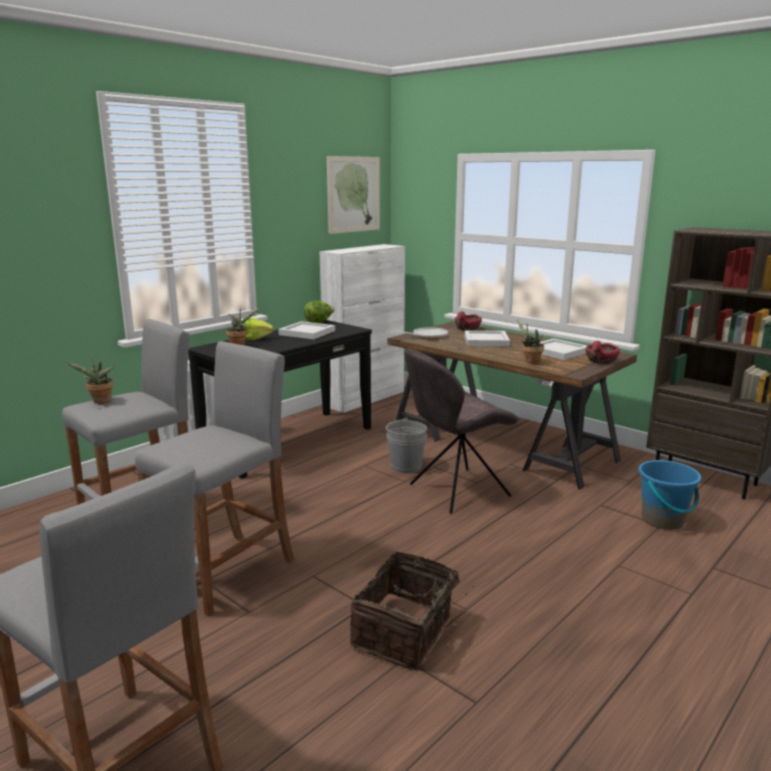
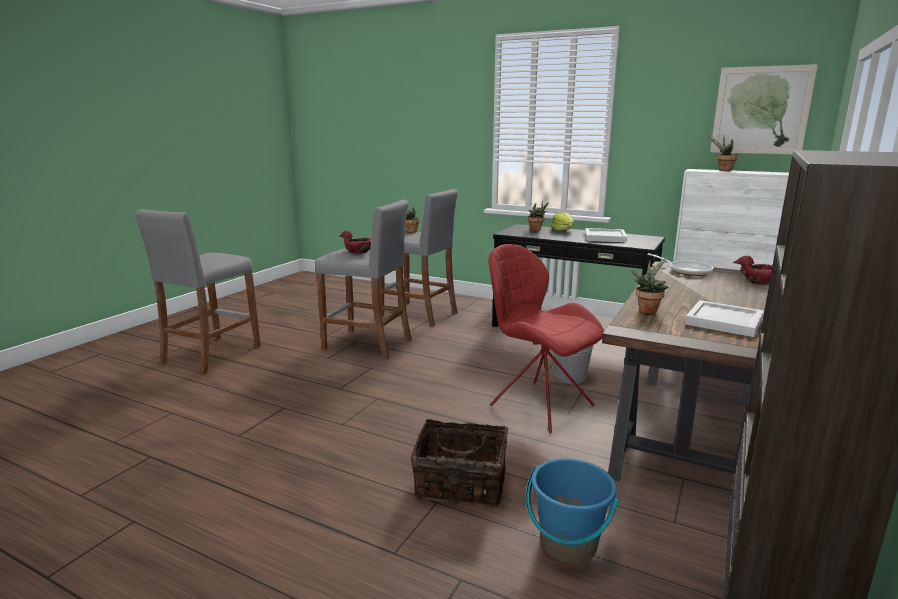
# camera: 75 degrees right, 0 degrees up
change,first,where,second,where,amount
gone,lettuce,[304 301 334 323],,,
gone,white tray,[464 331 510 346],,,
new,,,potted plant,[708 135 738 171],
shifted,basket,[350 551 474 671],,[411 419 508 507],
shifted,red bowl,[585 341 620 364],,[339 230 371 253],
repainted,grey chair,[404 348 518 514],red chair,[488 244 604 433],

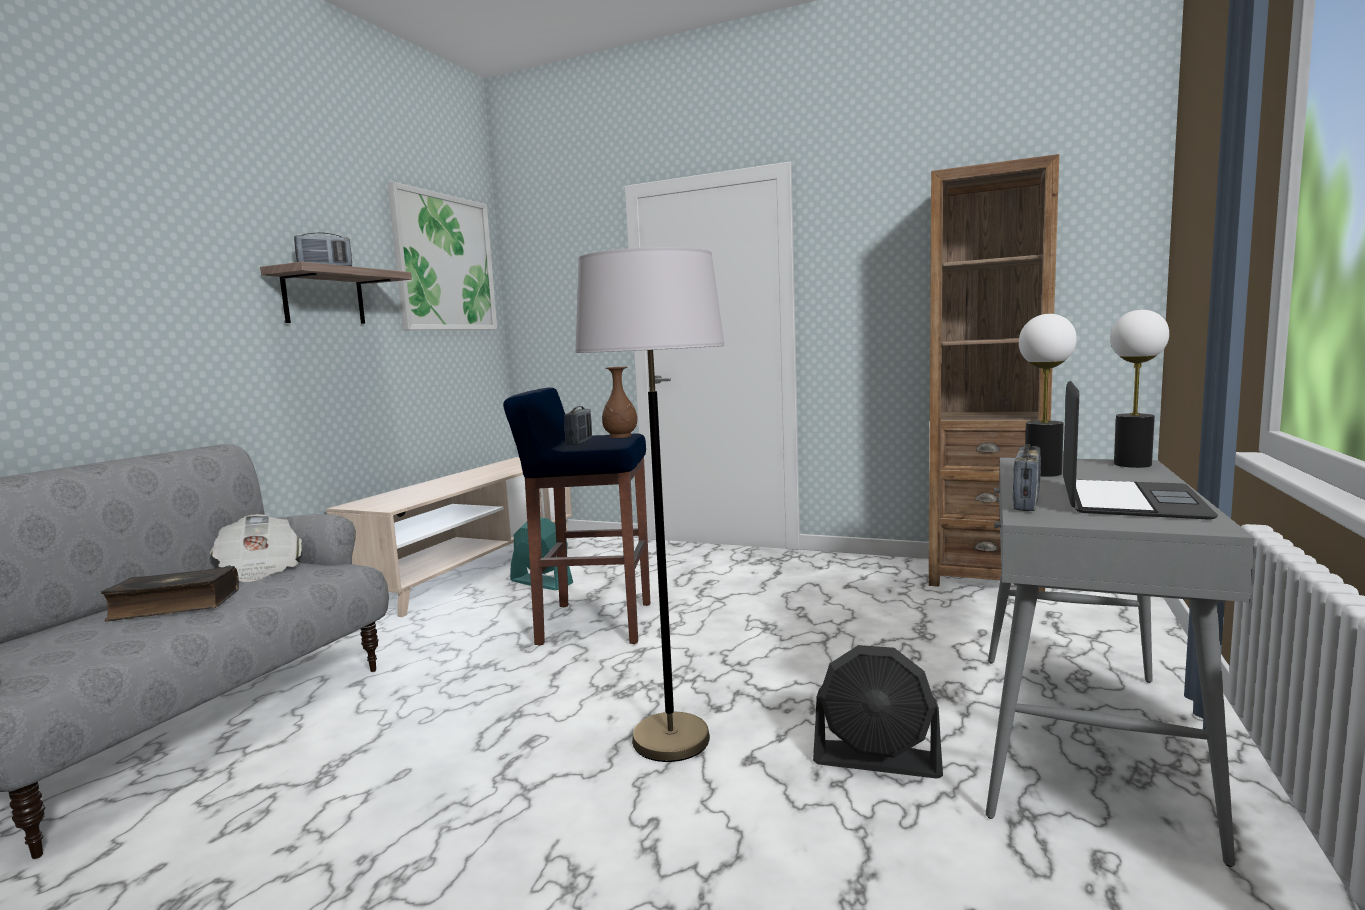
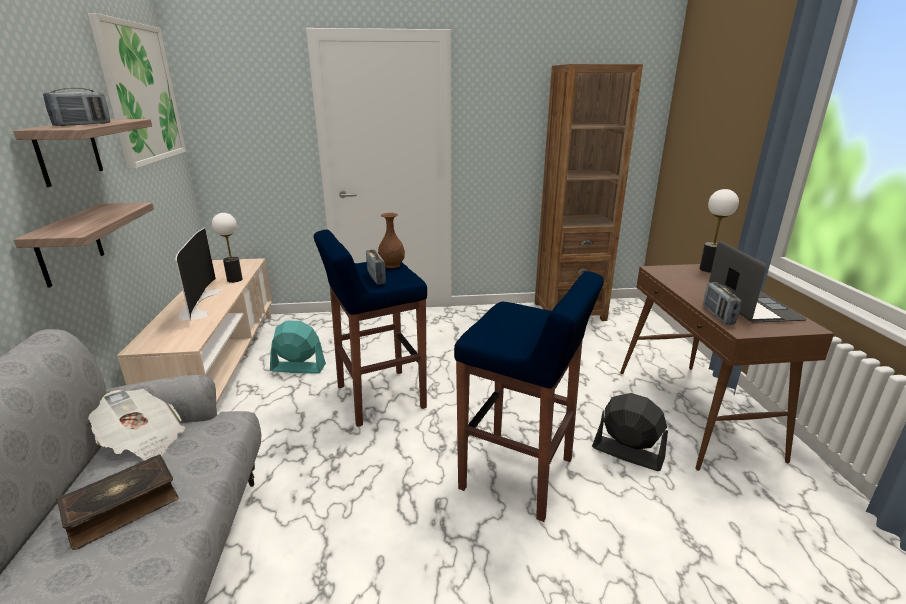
# camera: 30 degrees left, 15 degrees up
change,first,where,second,where,amount
new,,,shelf,[14 202 154 288],
new,,,television,[176 228 222 321],
shifted,table lamp,[1019 314 1077 477],,[212 213 243 283],
swapped,grey floor lamp,[575 247 725 762],blue stool,[454 271 604 522],
repainted,grey console table,[986 457 1255 867],brown console table,[620 264 835 471],
rotated,black fan,[813 645 943 778],,[592 393 668 471],135 degrees counterclockwise

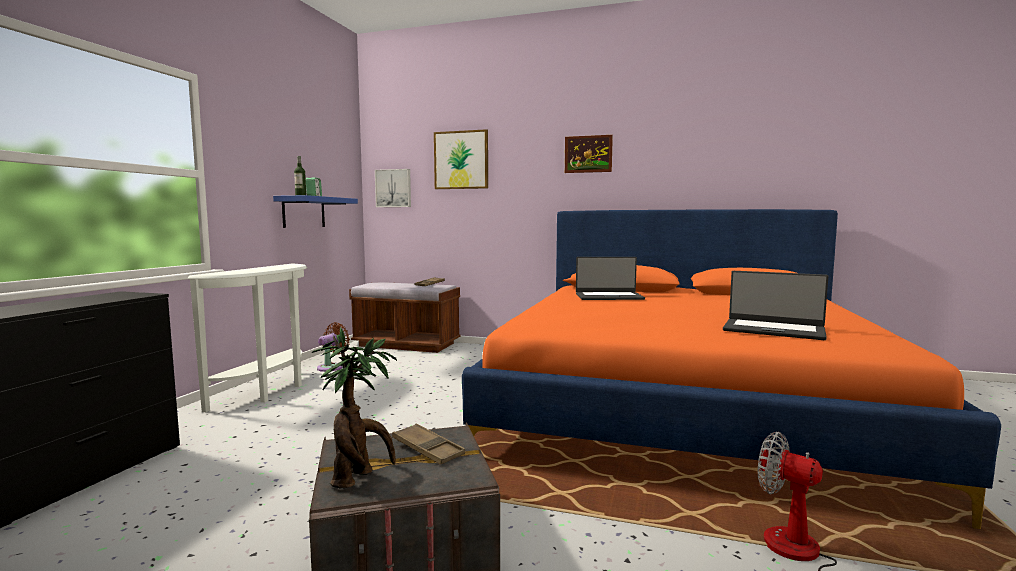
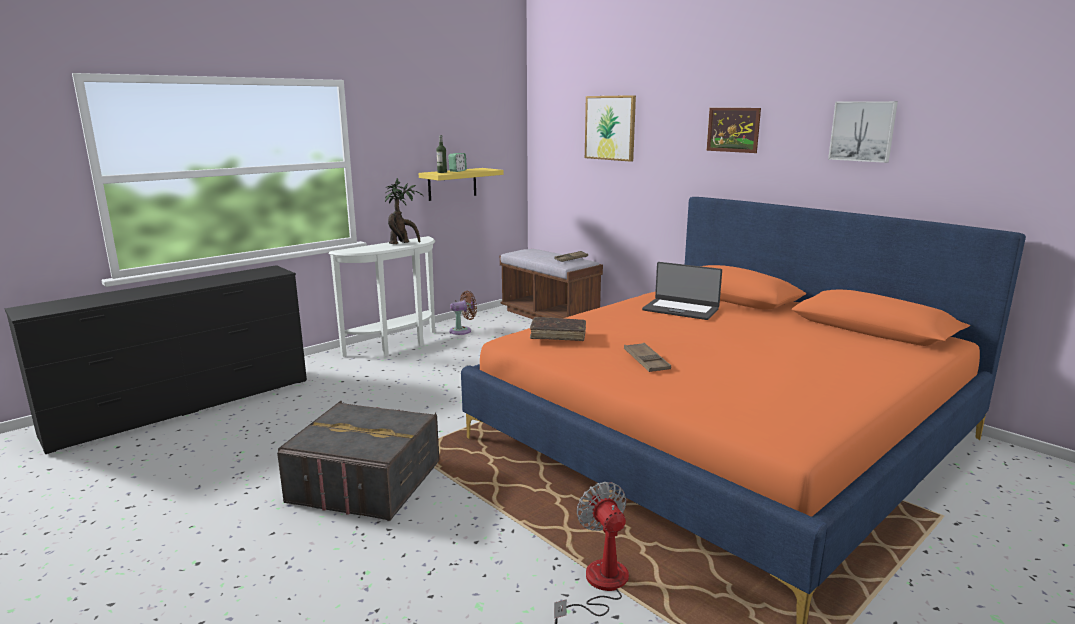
# camera: 30 degrees right, 10 degrees up
change,first,where,second,where,amount
gone,laptop,[723 271 828 340],,,
new,,,brown book,[530 317 586 341],
shifted,potted plant,[312 327 397 488],,[385 178 423 244],
shifted,picture,[375 169 411 207],,[828 101 898 163],
shifted,brown tray,[392 423 465 465],,[624 343 671 372],
repainted,blue shelf,[273 195 358 228],yellow shelf,[419 168 503 201],

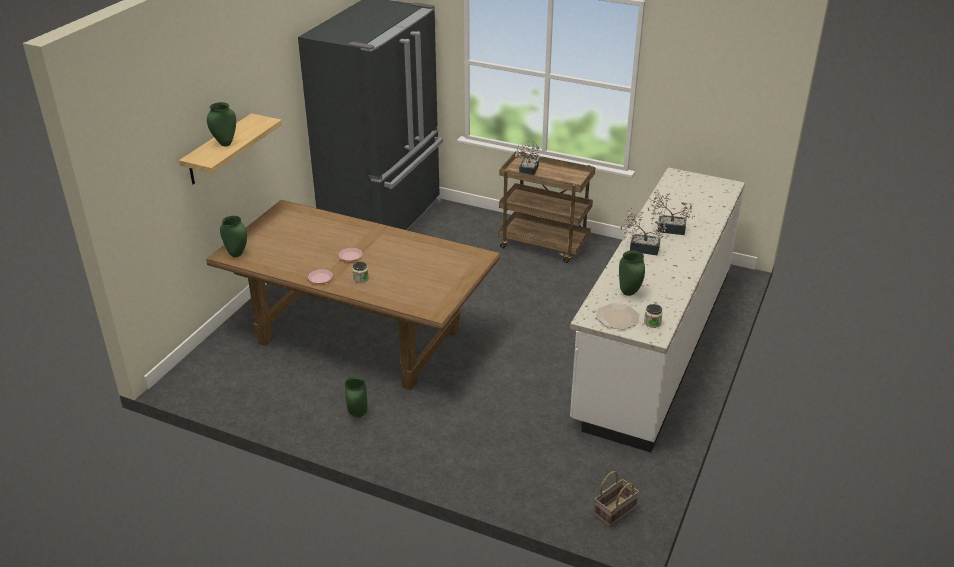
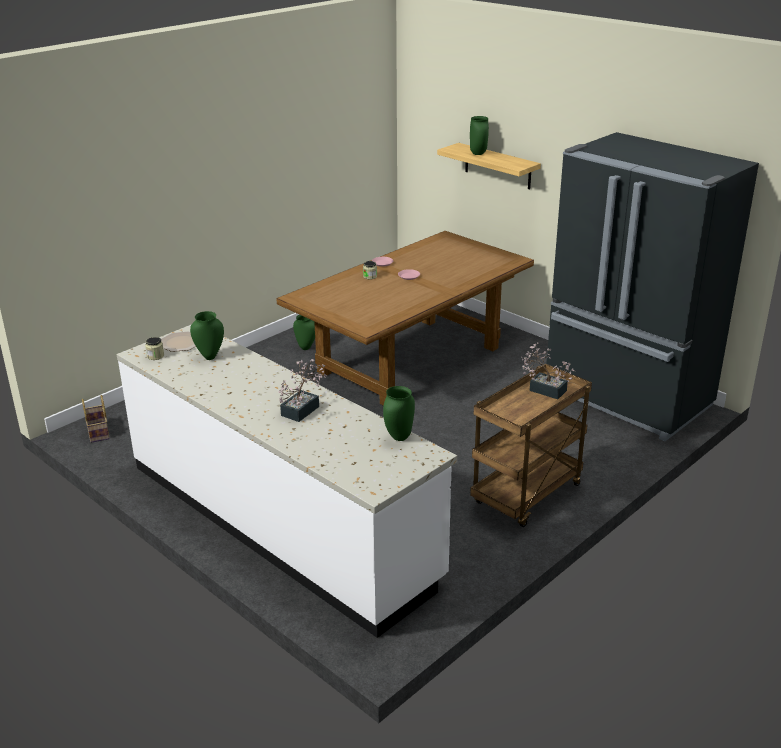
# camera: 110 degrees right, 5 degrees down
change,first,where,second,where,amount
gone,potted plant,[620 208 669 255],,,
shifted,green vase,[220 216 247 257],,[383 386 415 441],

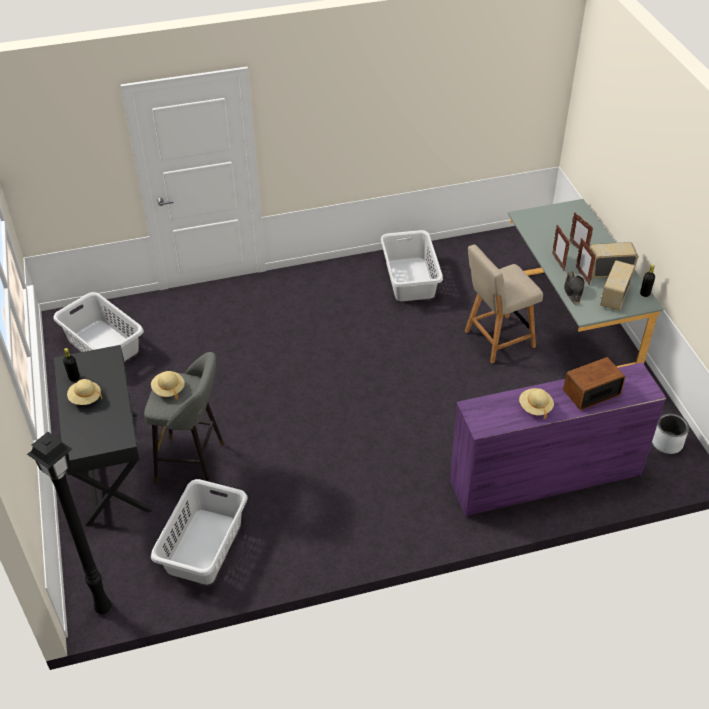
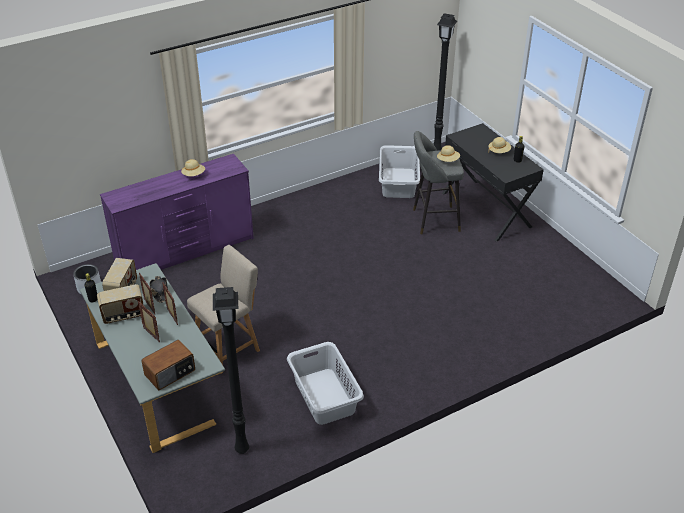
# camera: 165 degrees right, 5 degrees down
change,first,where,second,where,amount
gone,grey laundry basket,[53 292 144 361],,,
new,,,black floor lamp,[213 287 249 454],
shifted,radio,[563 357 625 410],,[141 340 195 391],

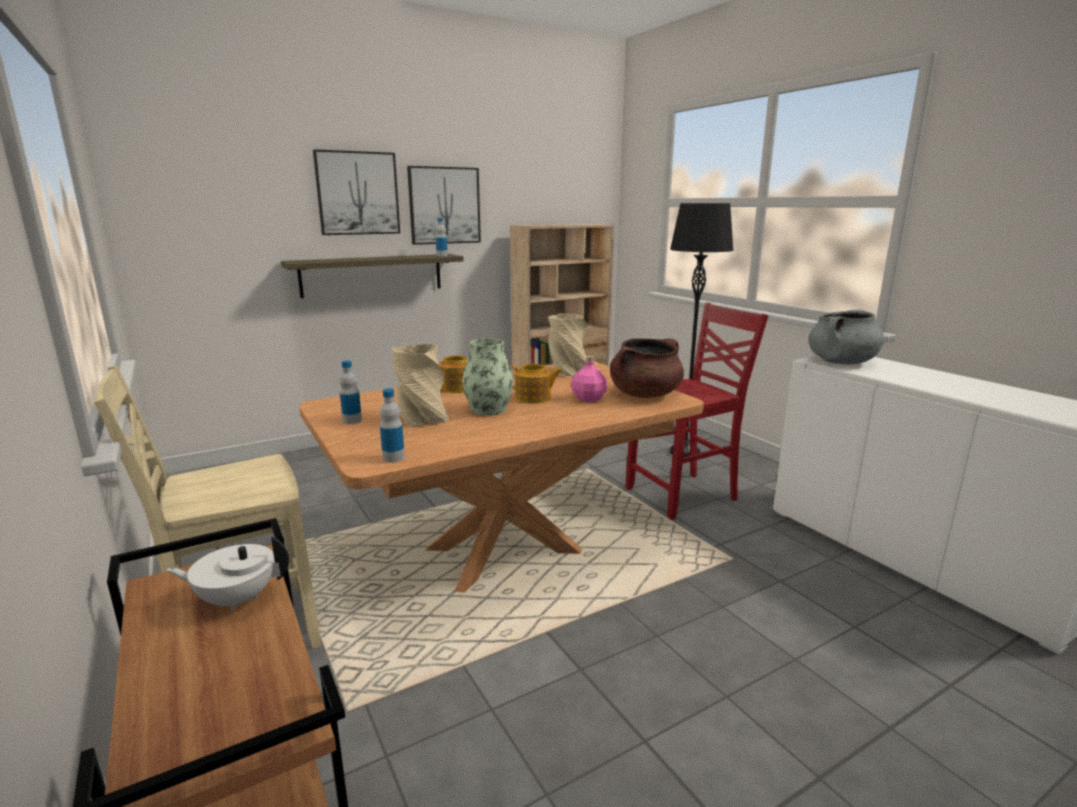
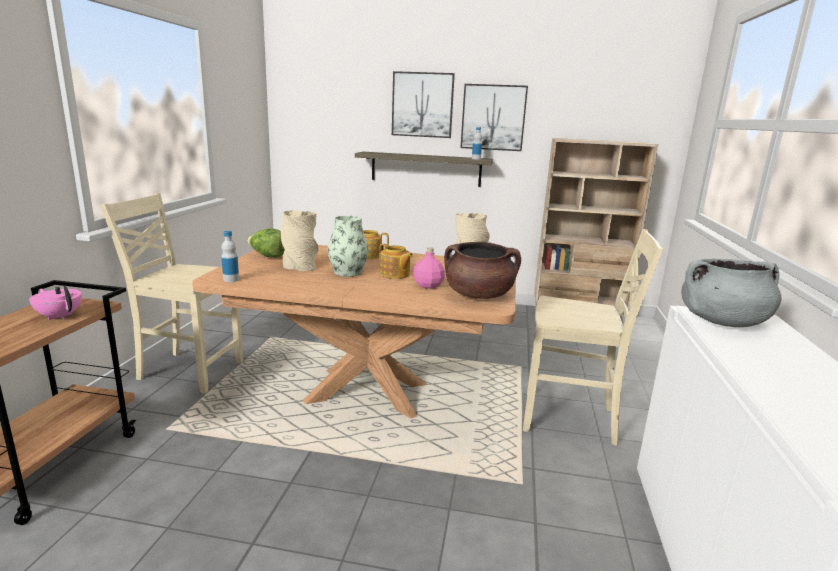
# camera: 40 degrees right, 0 degrees up
change,first,where,second,where,amount
gone,black floor lamp,[670 203 733 457],,,
swapped,bottle,[339 360 362 424],lettuce,[247 228 285 258],
repainted,white teapot,[166 536 289 611],pink teapot,[29 285 82 320],
repainted,red chair,[626 303 769 520],beige chair,[523 229 663 446],

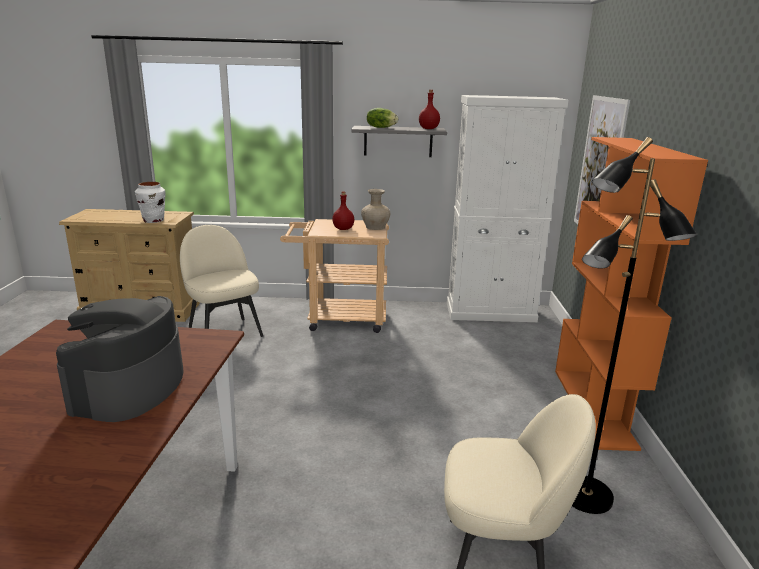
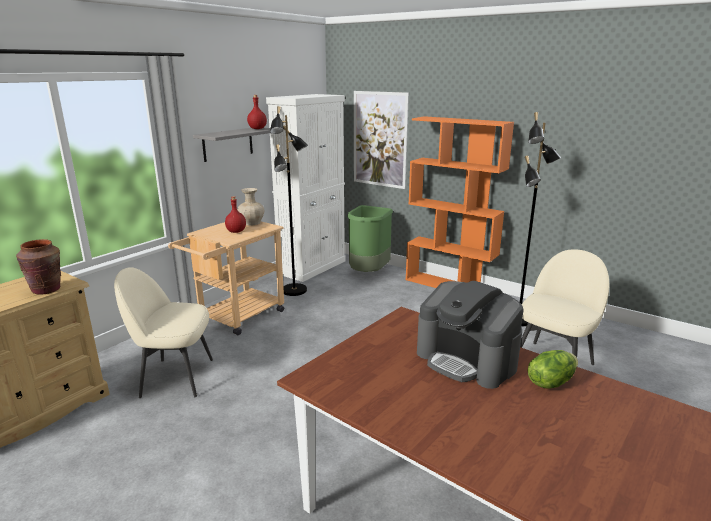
# camera: 55 degrees left, 0 degrees up
change,first,where,second,where,amount
new,,,black floor lamp,[270 106 308 296],
new,,,green trash can,[348 205 393 272],
shifted,lettuce,[367 108 398 128],,[528 350 578 389],
repainted,white vase,[135 182 165 223],brown vase,[16 239 61 295],

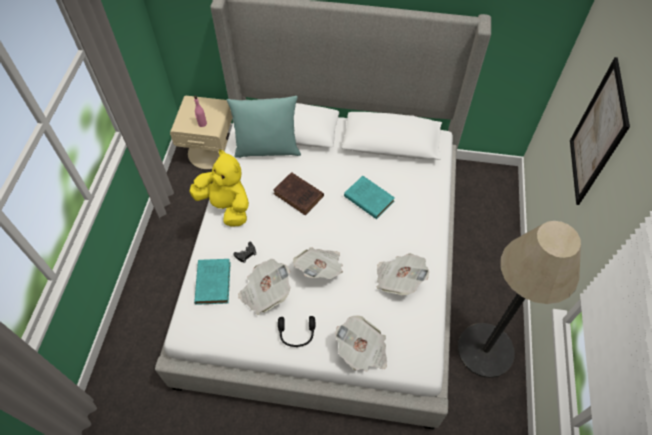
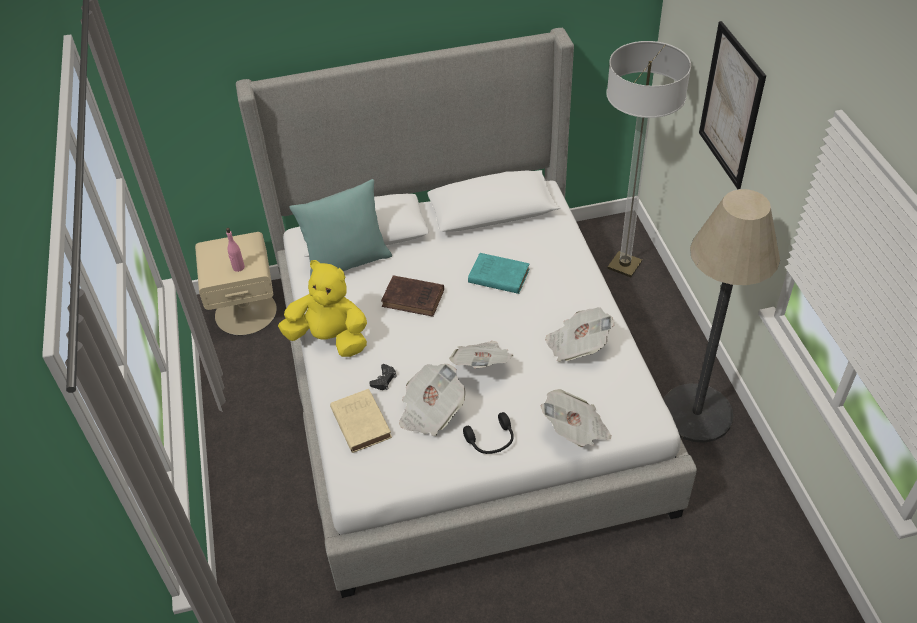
# camera: 20 degrees left, 10 degrees down
change,first,where,second,where,amount
new,,,floor lamp,[606 41 691 277],
repainted,turquoise book,[194 259 231 305],beige book,[330 389 392 453],

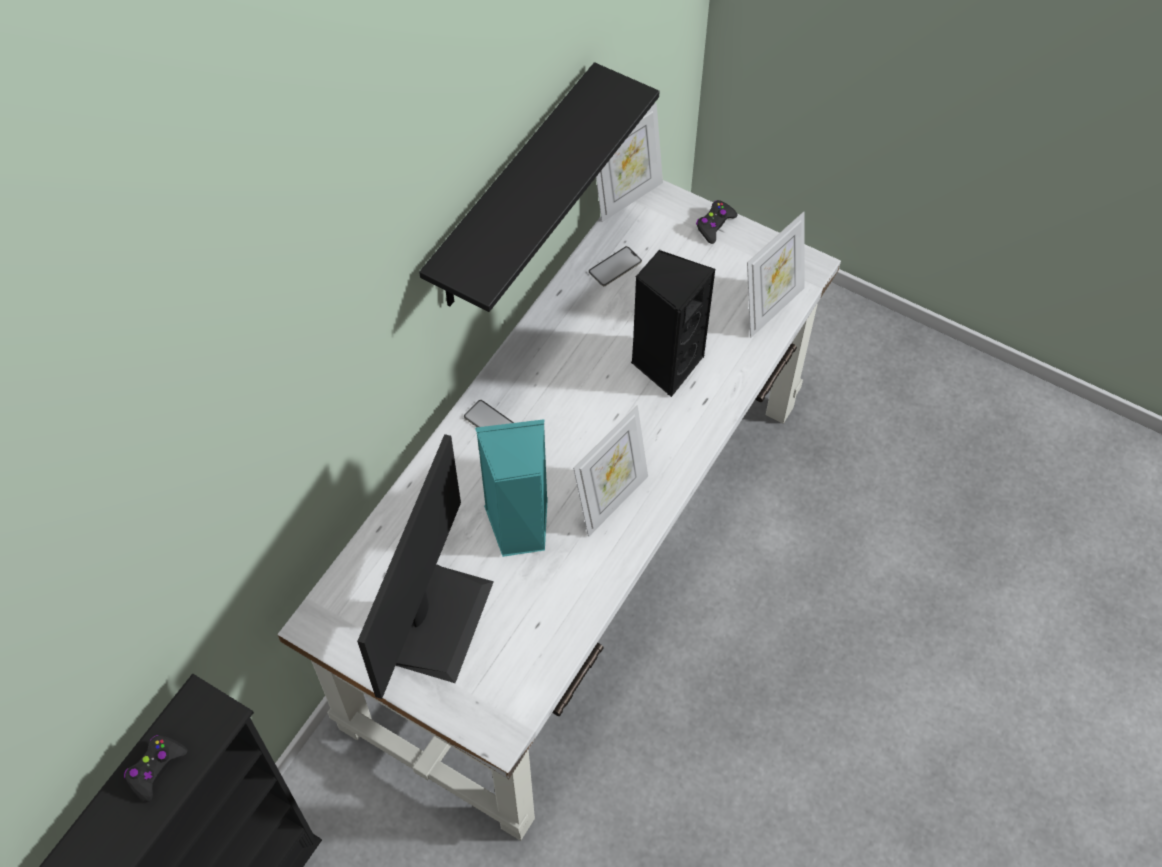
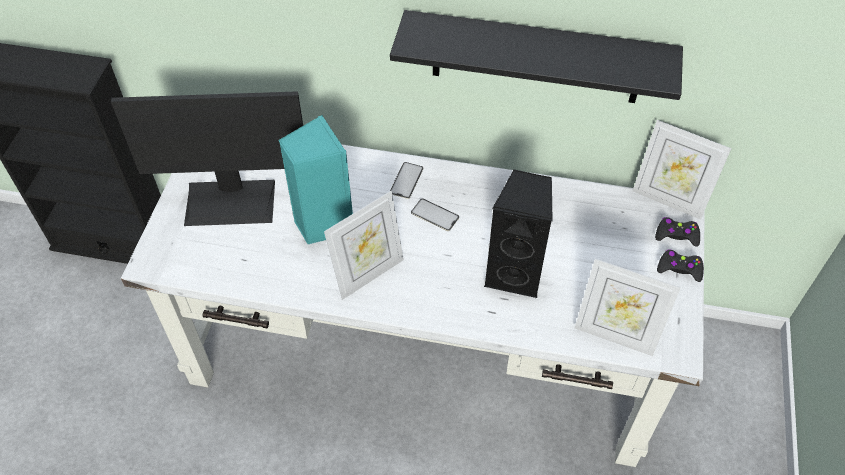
# camera: 70 degrees right, 5 degrees down
change,first,where,second,where,amount
shifted,black game controller,[124 735 188 802],,[655 217 700 247],
shifted,phone,[589 246 642 286],,[411 198 459 231],
rotated,picture frame,[573 406 648 537],,[324 191 404 300],60 degrees counterclockwise

